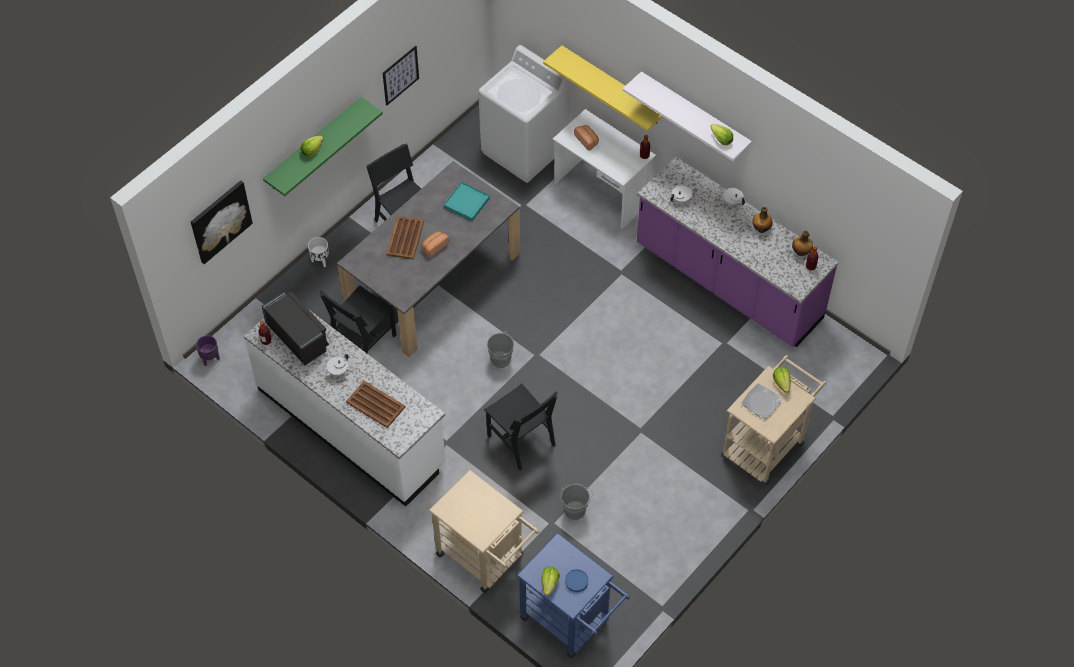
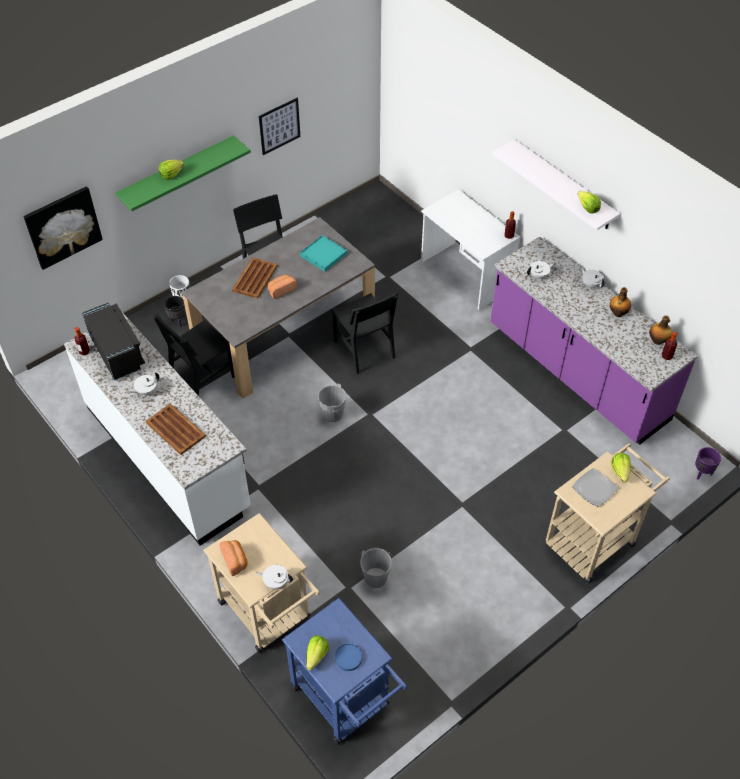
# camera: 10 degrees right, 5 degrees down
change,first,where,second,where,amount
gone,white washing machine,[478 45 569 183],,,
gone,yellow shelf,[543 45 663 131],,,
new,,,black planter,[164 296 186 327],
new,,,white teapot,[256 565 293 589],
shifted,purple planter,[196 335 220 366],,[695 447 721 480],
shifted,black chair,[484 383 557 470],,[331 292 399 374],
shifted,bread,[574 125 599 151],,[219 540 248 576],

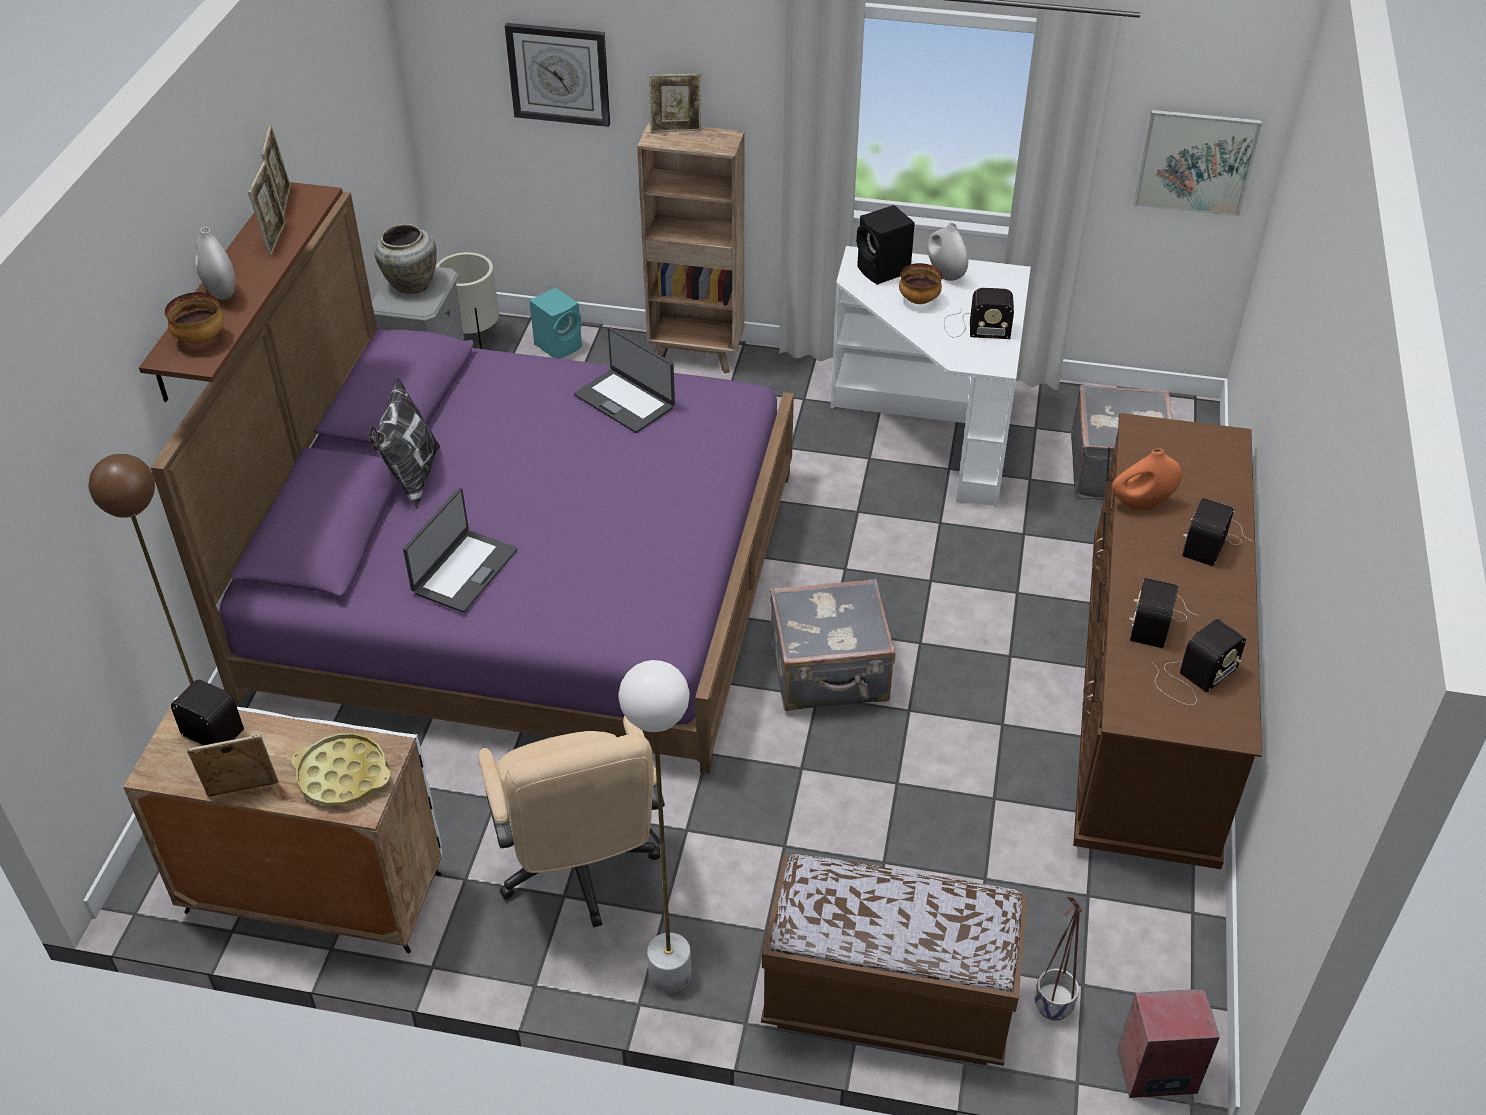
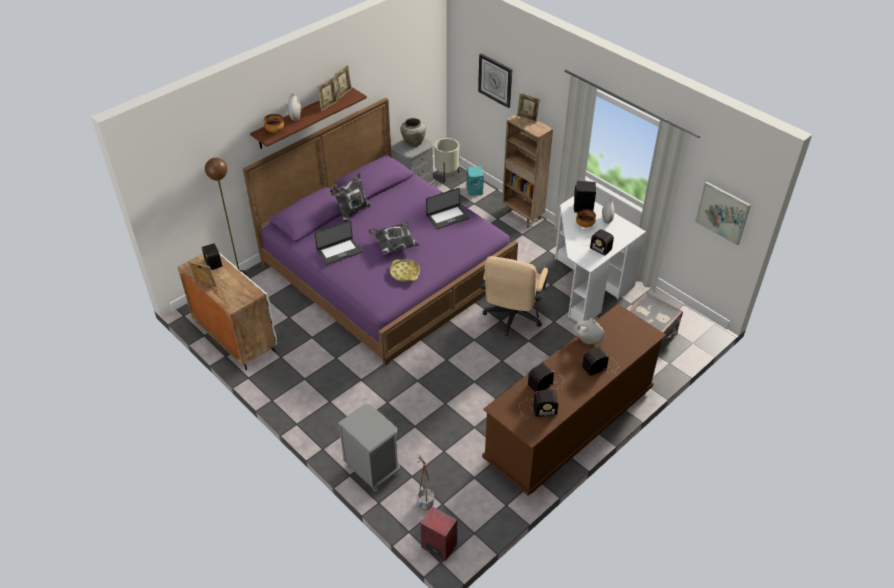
# camera: 35 degrees right, 0 degrees up
change,first,where,second,where,amount
gone,white floor lamp,[618 660 691 994],,,
gone,grey suitcase,[770 578 895 711],,,
new,,,pillow,[369 222 420 255],
shifted,yellow tray,[291 733 391 806],,[390 259 420 282],
shifted,beige office chair,[478 715 665 927],,[481 256 548 336],
swapped,brown bench,[761 854 1028 1066],grey nightstand,[338 404 400 492],
repainted,orange vase,[1112 449 1182 511],white vase,[574 318 604 344],
rotated,laptop,[574 327 675 433],,[426 188 470 229],105 degrees counterclockwise

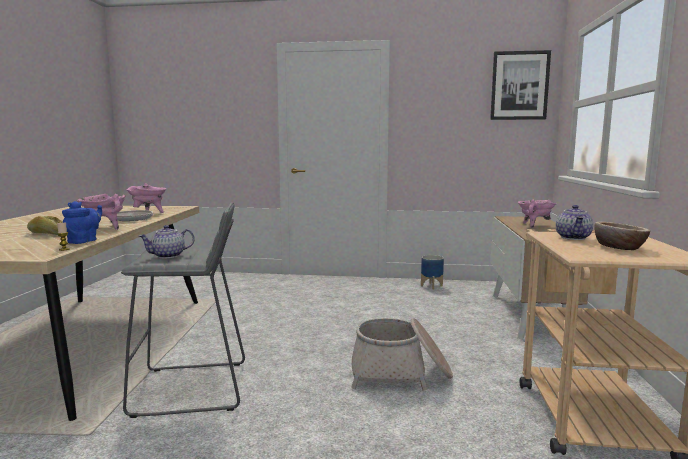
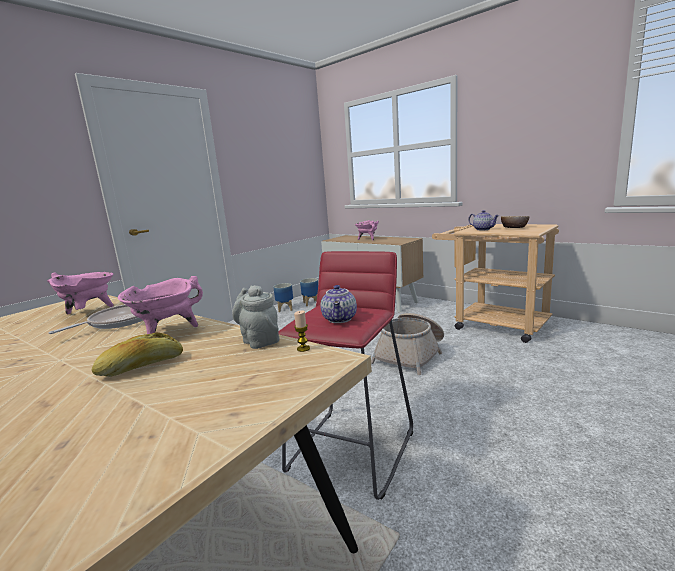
# camera: 55 degrees left, 5 degrees up
change,first,where,second,where,amount
gone,picture,[490 50 551 120],,,
new,,,planter,[300 278 318 306],
repainted,blue teapot,[62 201 102 244],grey teapot,[232 285 279 349],
repainted,grey stool,[121 202 245 418],red stool,[278 251 413 500],

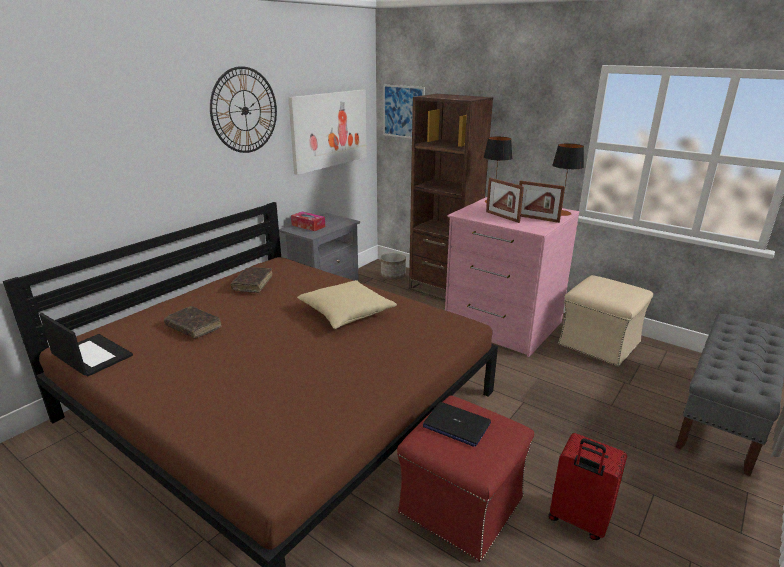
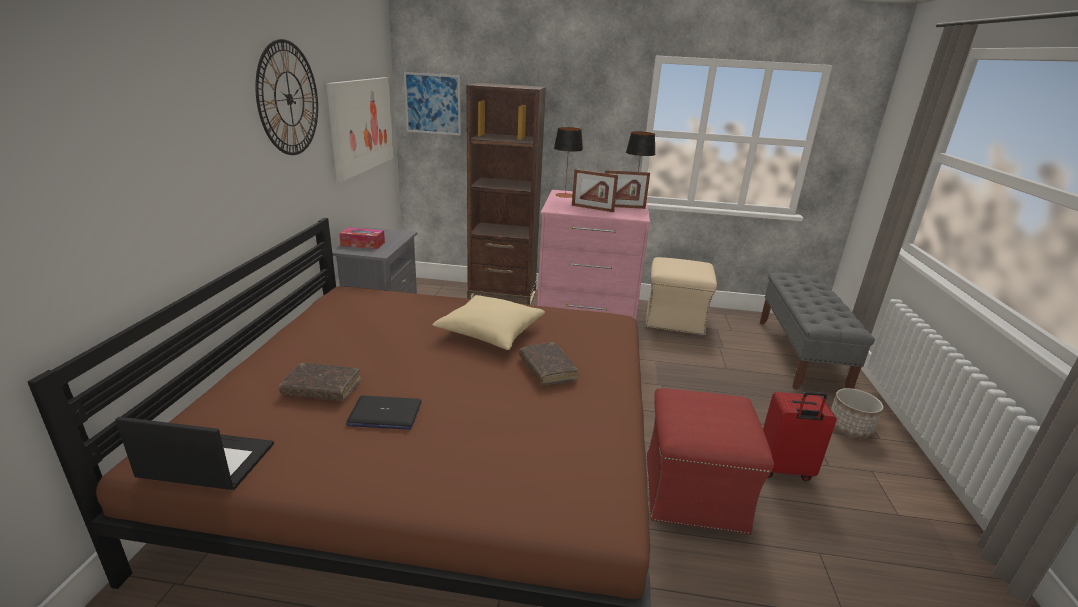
# camera: 30 degrees left, 0 degrees up
change,first,where,second,where,amount
shifted,brown book,[231 267 272 293],,[519 342 578 385],
shifted,planter,[381 253 406 279],,[831 388 884 438],
shifted,laptop,[423 402 491 447],,[346 395 422 430],

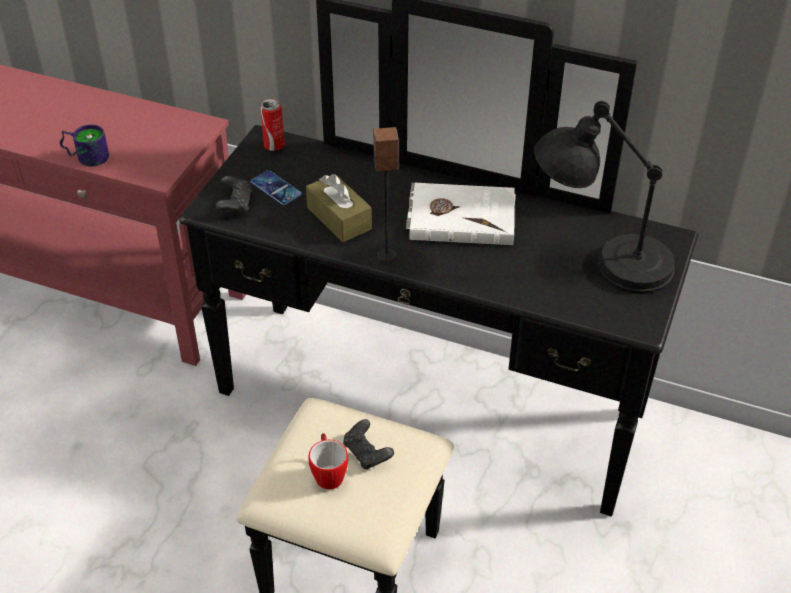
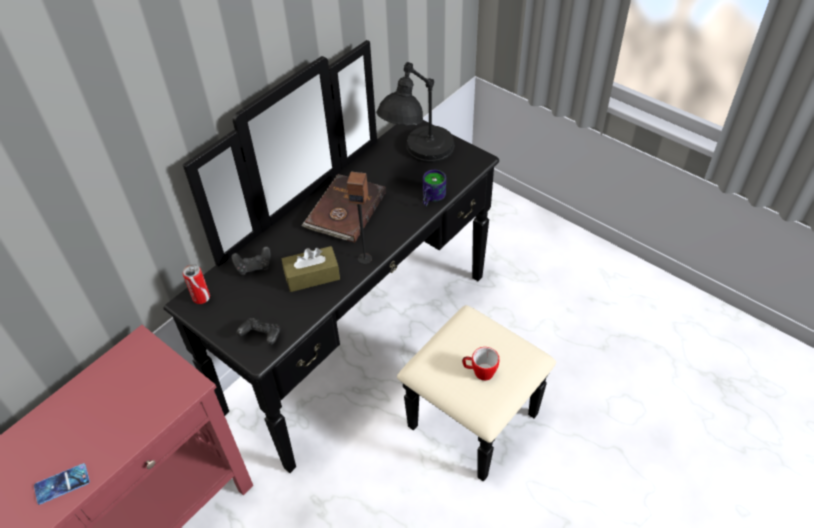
# camera: 70 degrees left, 5 degrees up
change,first,where,second,where,amount
shifted,mug,[60 125 109 167],,[423 170 446 206],
shifted,phone,[251 170 302 205],,[34 463 90 505],
shifted,black game controller,[343 419 394 469],,[231 246 271 275],
repainted,white book,[406 183 516 245],brown book,[301 174 386 243],

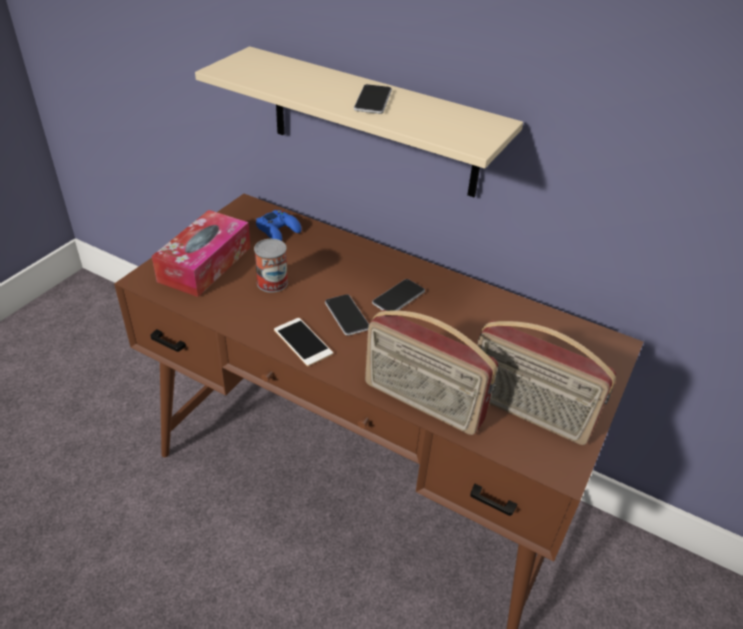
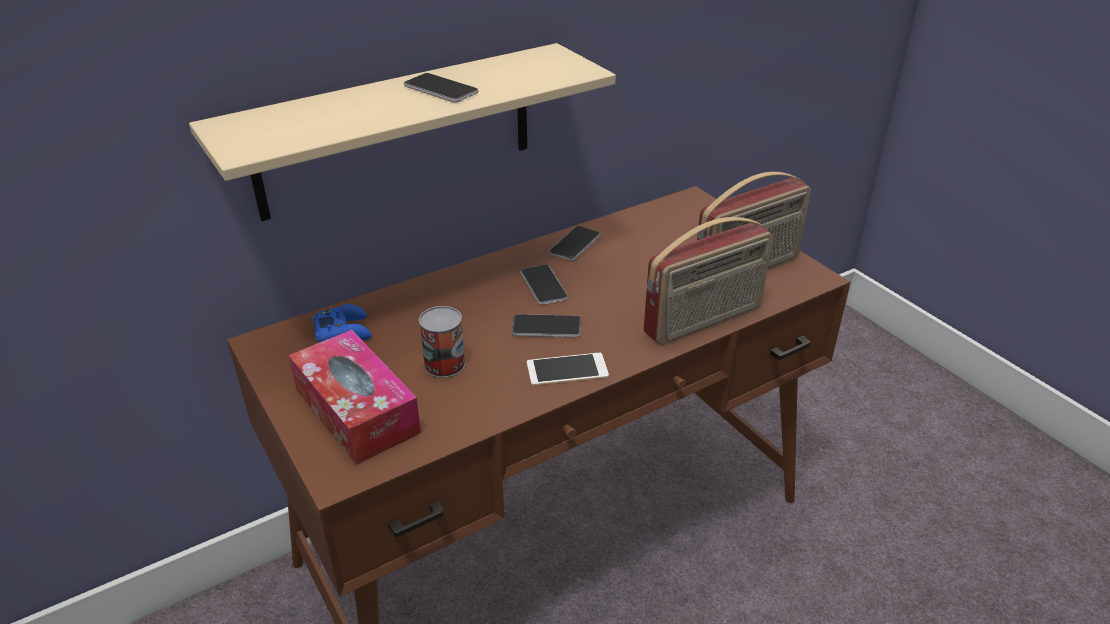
# camera: 60 degrees left, 5 degrees down
change,first,where,second,where,amount
new,,,phone,[549 226 601 261],

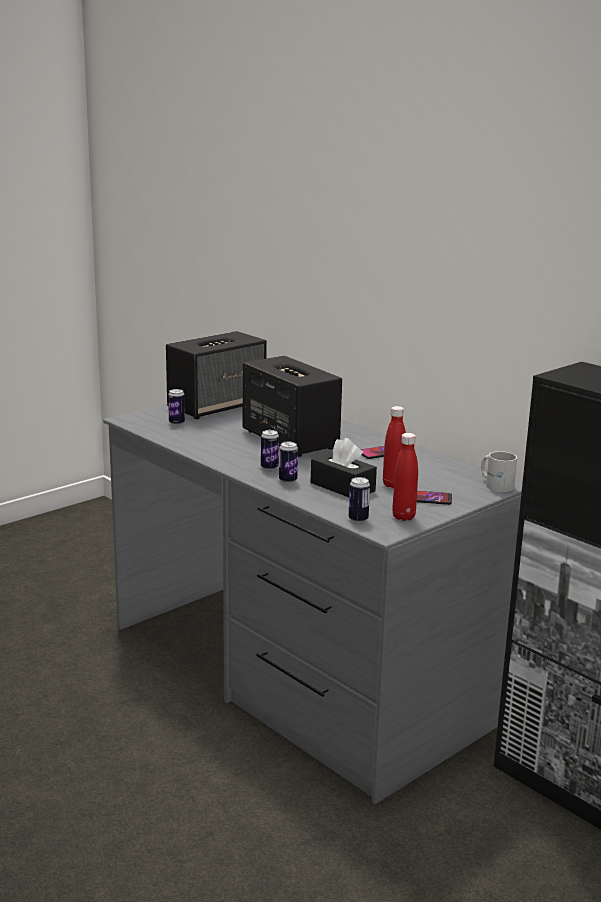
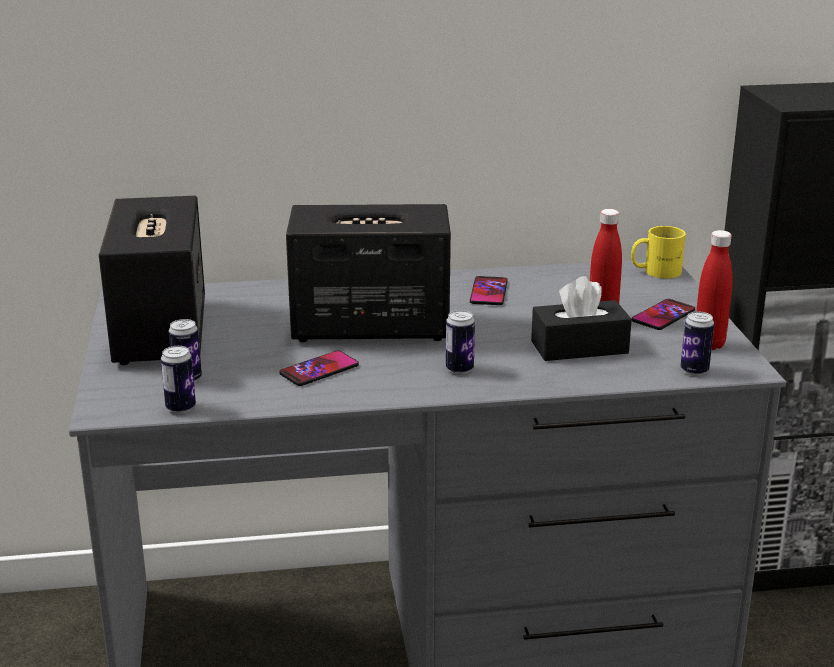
# camera: 55 degrees left, 5 degrees up
change,first,where,second,where,amount
new,,,phone,[279 351 359 386],
shifted,can,[279 442 298 483],,[161 346 196 413],
repainted,white mug,[481 451 517 492],yellow mug,[631 226 686 278],

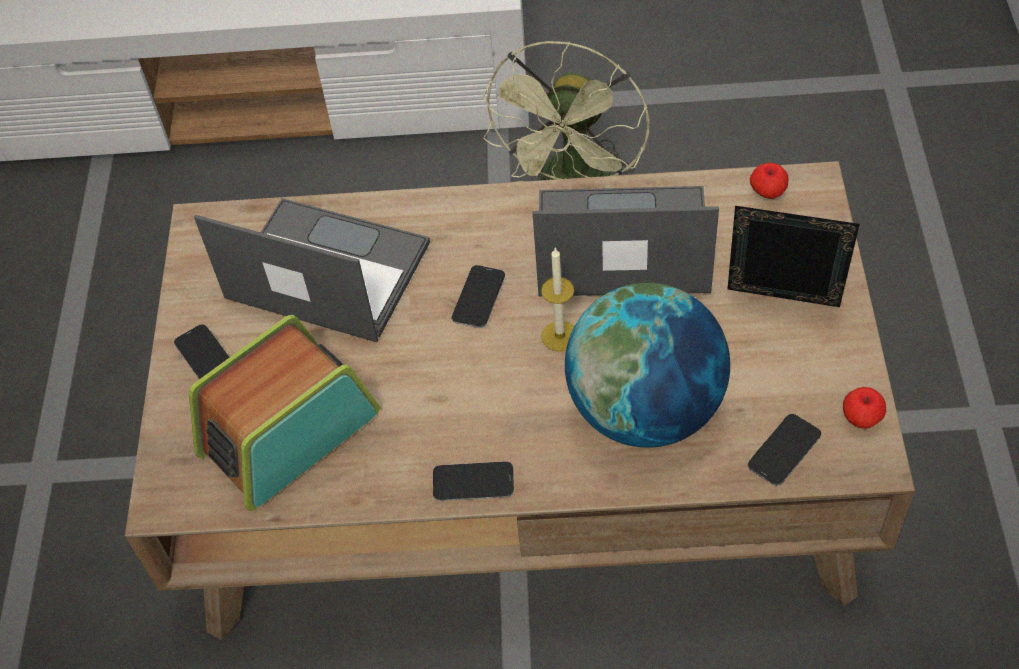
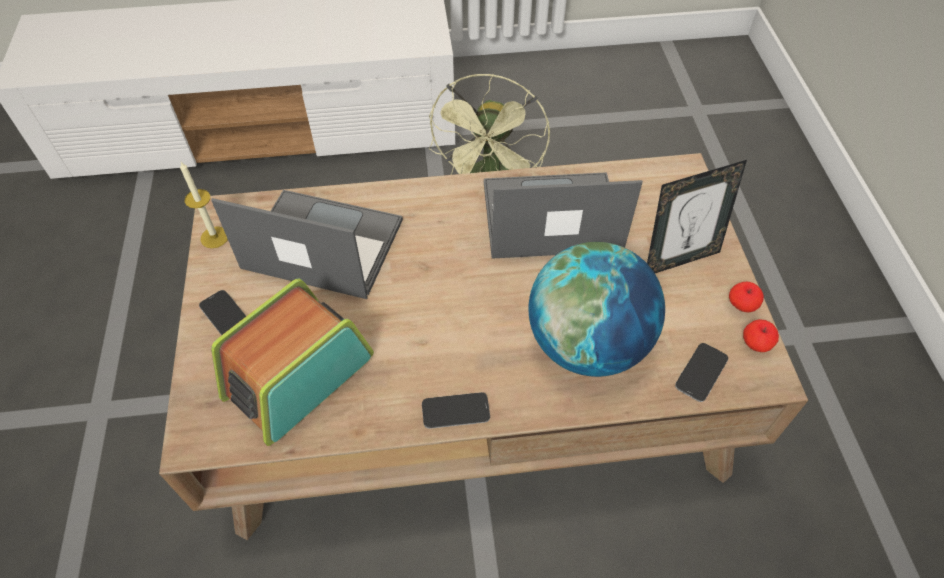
# camera: 10 degrees left, 0 degrees up
change,first,where,second,where,amount
gone,phone,[452 265 505 328],,,
shifted,candle,[541 247 574 352],,[180 162 228 248],
shifted,apple,[750 163 788 199],,[729 282 764 312],
rotated,picture frame,[728 206 860 307],,[647 160 747 273],150 degrees clockwise

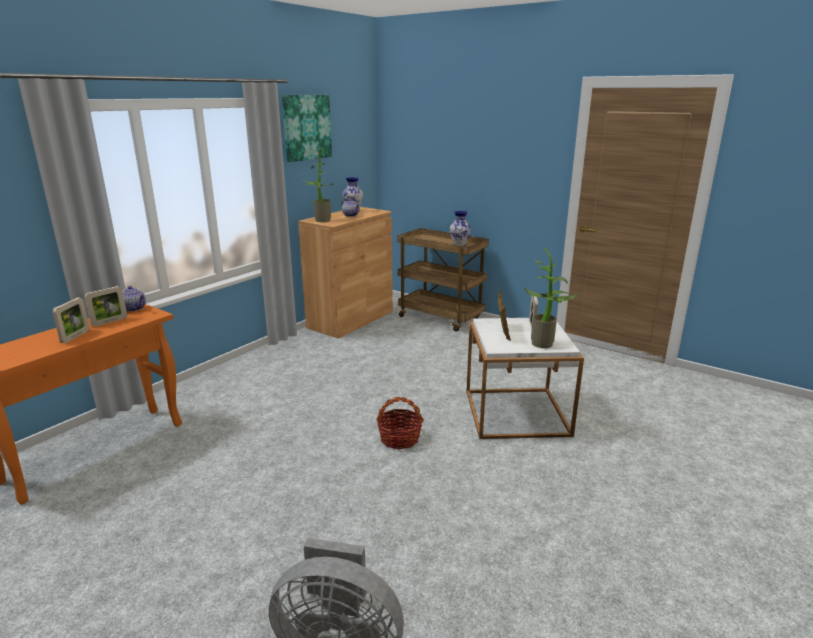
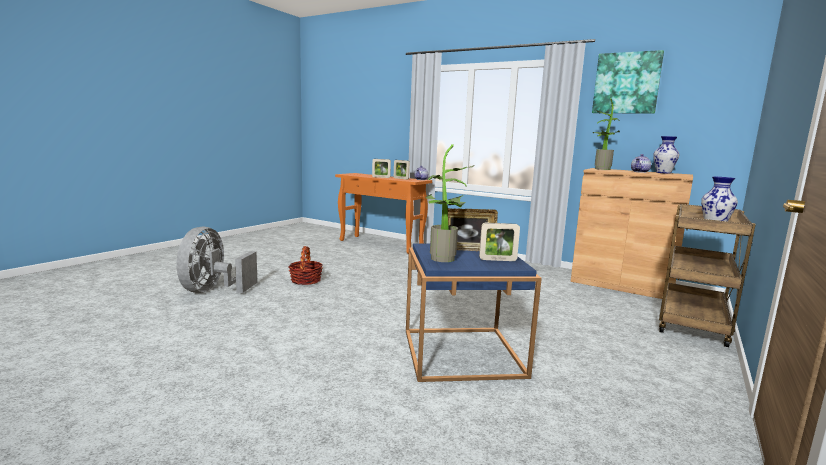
# camera: 85 degrees right, 10 degrees down
change,first,where,second,where,amount
shifted,basket,[377 397 424 449],,[288 246 323 285],
repainted,white side table,[466 318 584 439],blue side table,[406 243 542 382],

